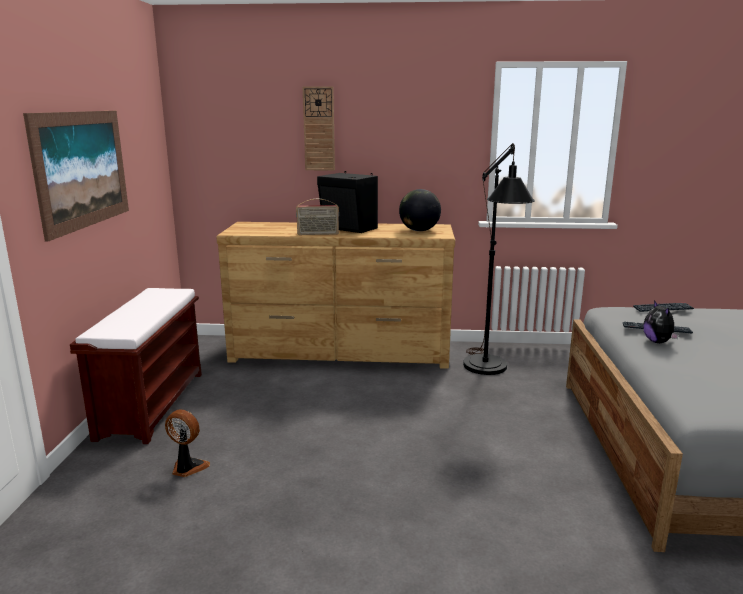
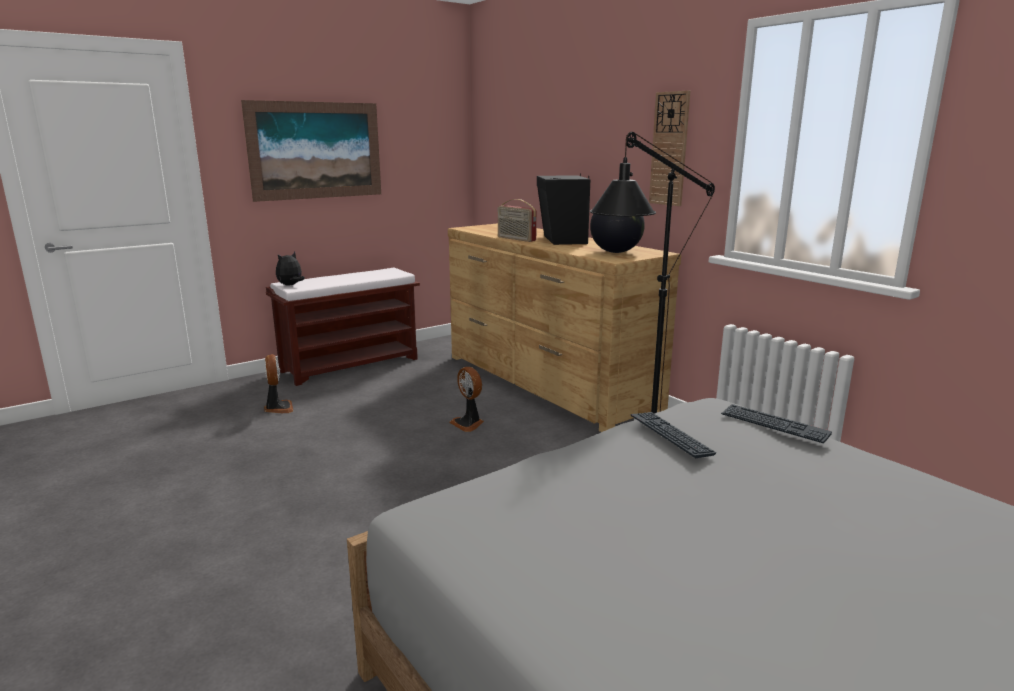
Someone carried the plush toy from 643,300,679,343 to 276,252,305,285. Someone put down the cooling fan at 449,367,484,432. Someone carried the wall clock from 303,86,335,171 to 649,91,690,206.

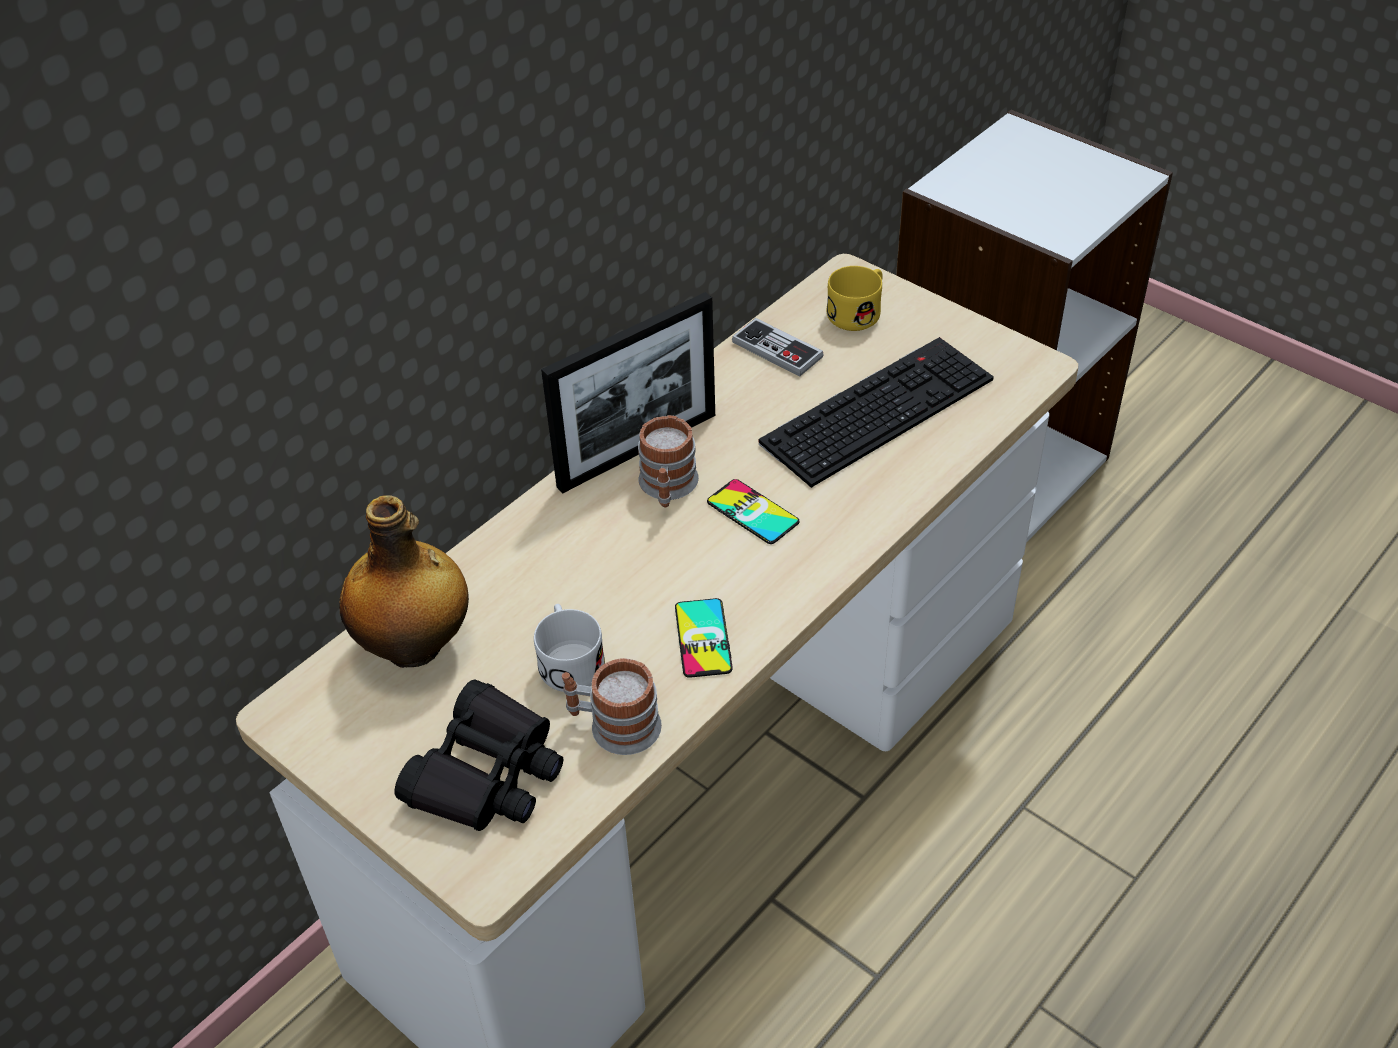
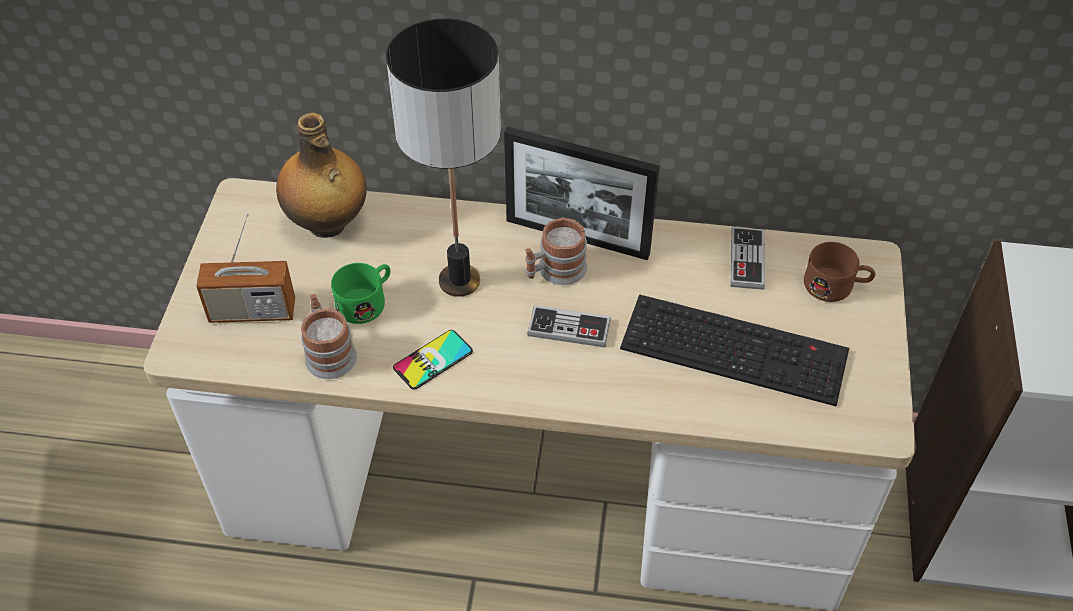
Someone swapped the field glasses in blackish at 395,679,563,831 for the radio receiver at 196,213,295,323. Someone repainted the tea mug in whitish at 534,604,605,692, which became the tea mug in green-coloured at 331,263,390,324. Someone put down the lamp for a table at 386,18,501,297. Someone swapped the telephone at 707,479,799,544 for the gamepad at 527,305,611,347. Someone repainted the tea mug in yellowish at 827,266,883,331, which became the tea mug in brownish at 804,242,876,302.

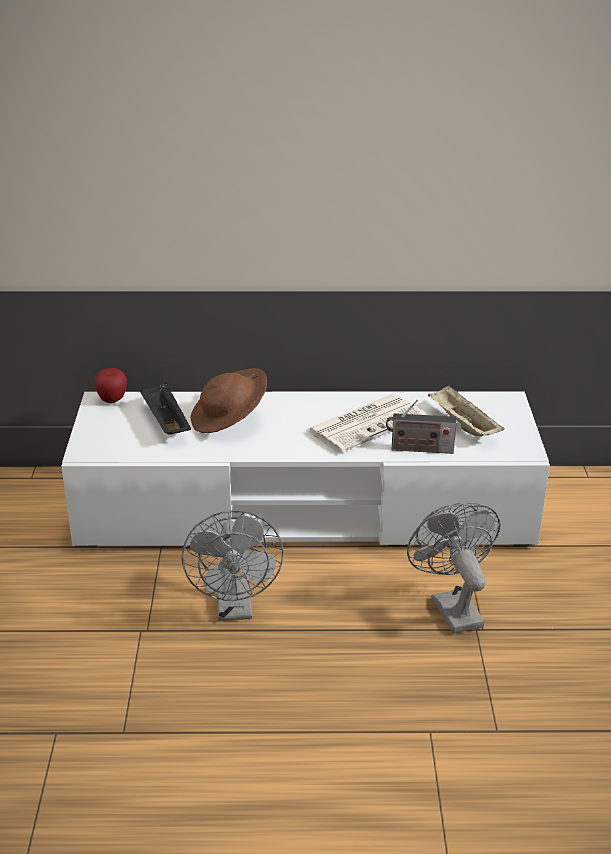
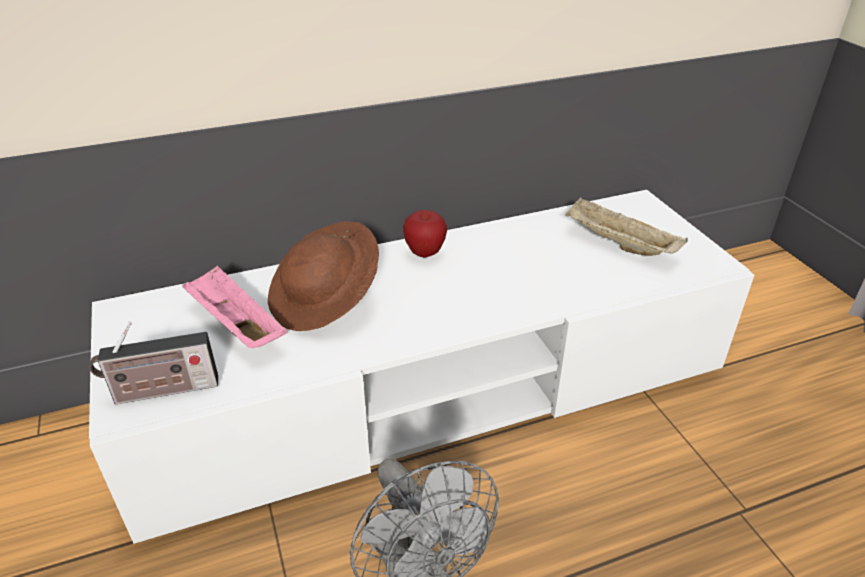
Someone carried the radio receiver from 386,400,456,454 to 90,321,218,404. Someone repainted the serving tray in blackish at 140,383,191,435, which became the serving tray in pink-coloured at 182,265,287,349. Someone carried the apple fruit from 94,368,127,403 to 403,210,447,257. Someone took away the daily paper at 307,395,426,453. Someone took away the cooling fan in grey at 407,503,501,633.

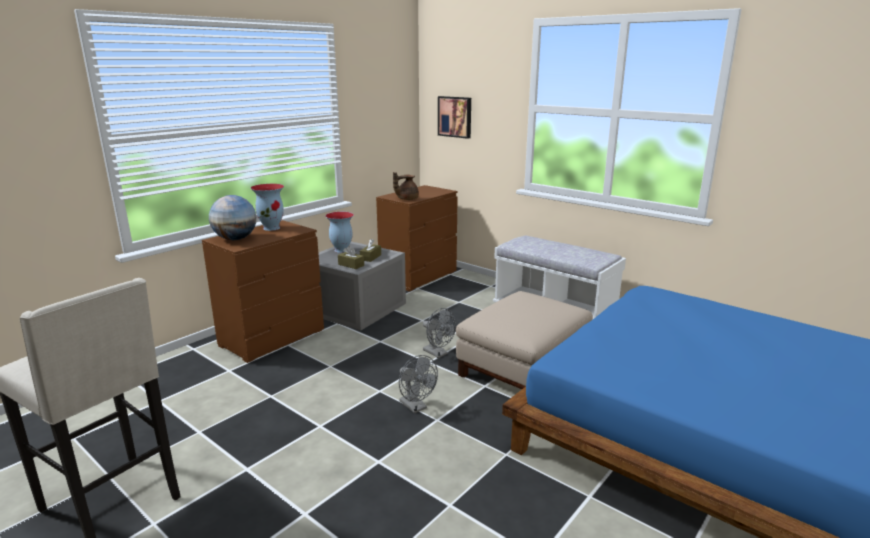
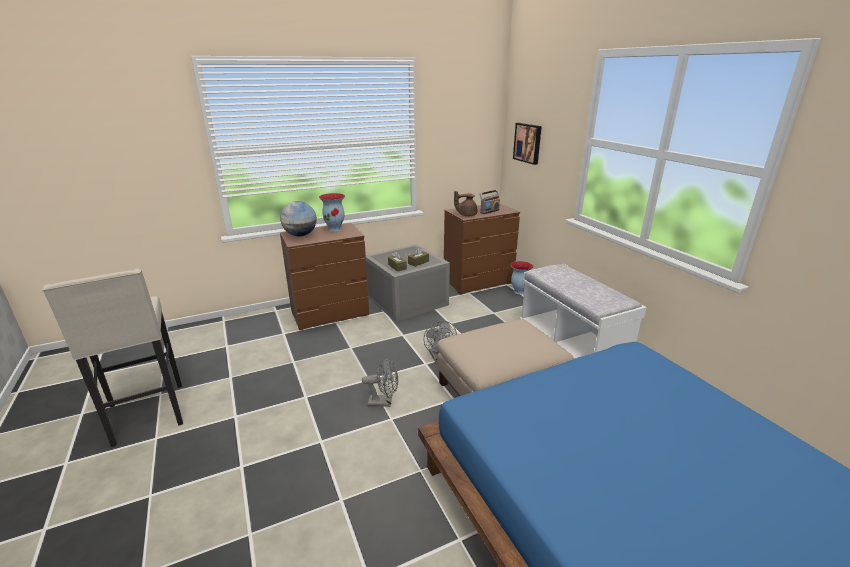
Someone rotated the cooling fan in grey at 399,355,438,413 by 75 degrees counterclockwise. Someone put down the radio receiver at 480,190,500,214. Someone carried the decorative vase from 325,212,354,253 to 511,261,533,294.

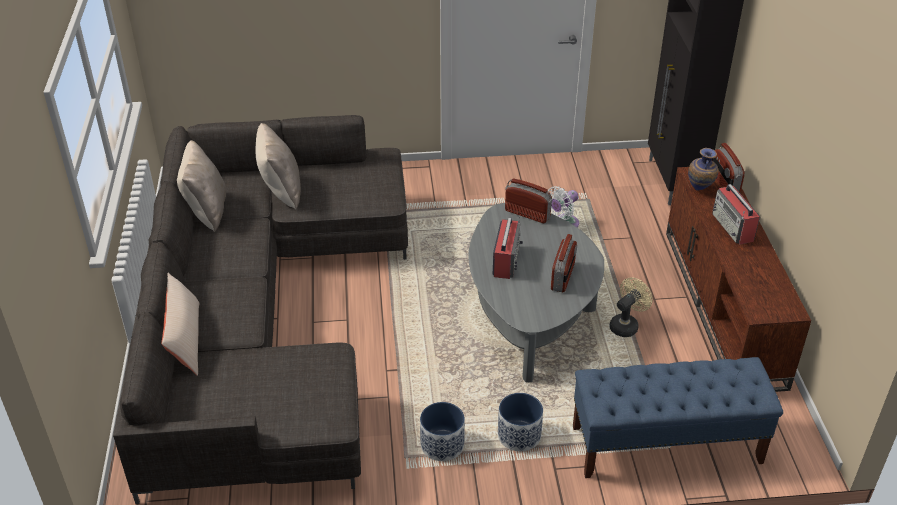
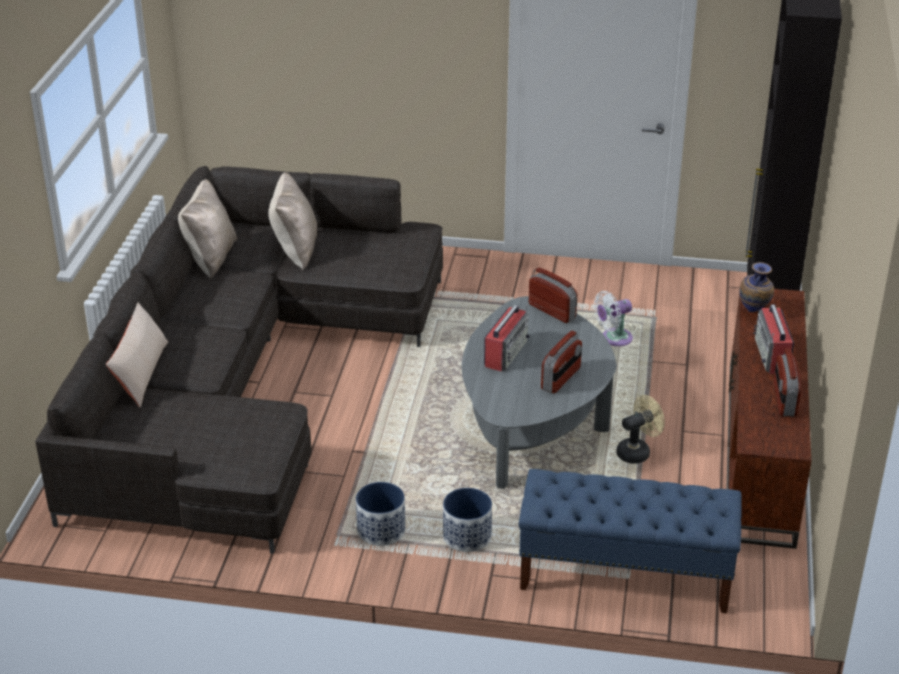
Someone carried the radio receiver from 713,143,745,193 to 774,348,801,417.

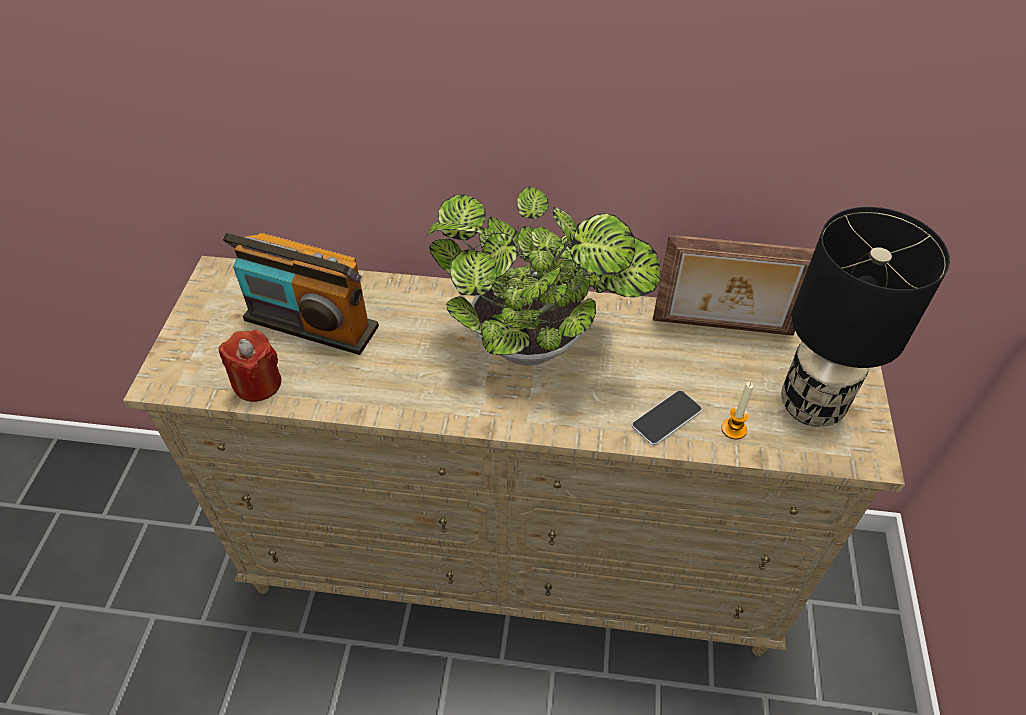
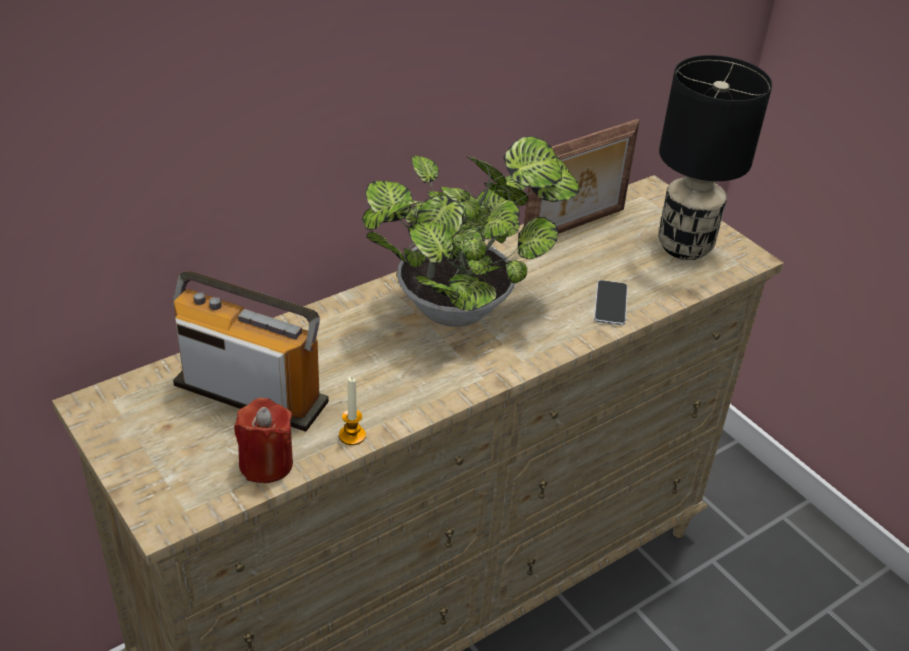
Someone rotated the radio receiver at 223,233,379,355 by 135 degrees counterclockwise. Someone carried the candle from 721,382,753,440 to 339,377,366,445.

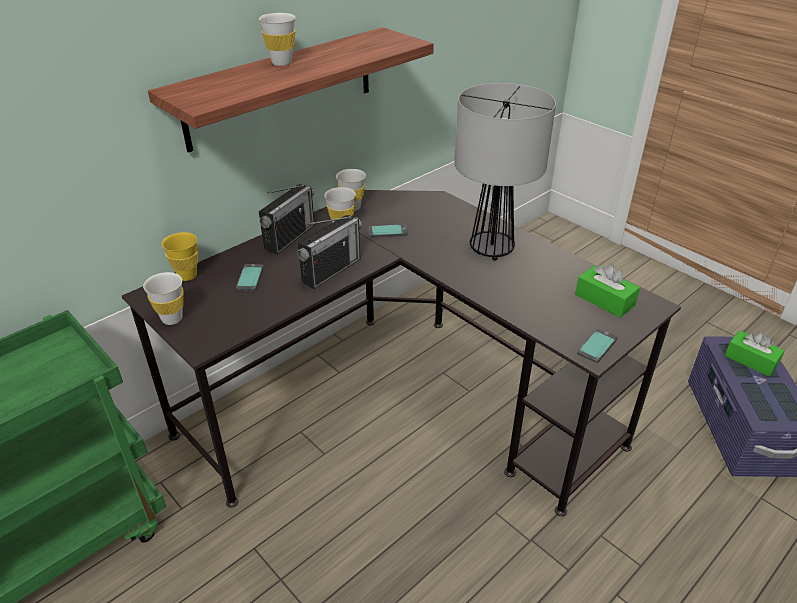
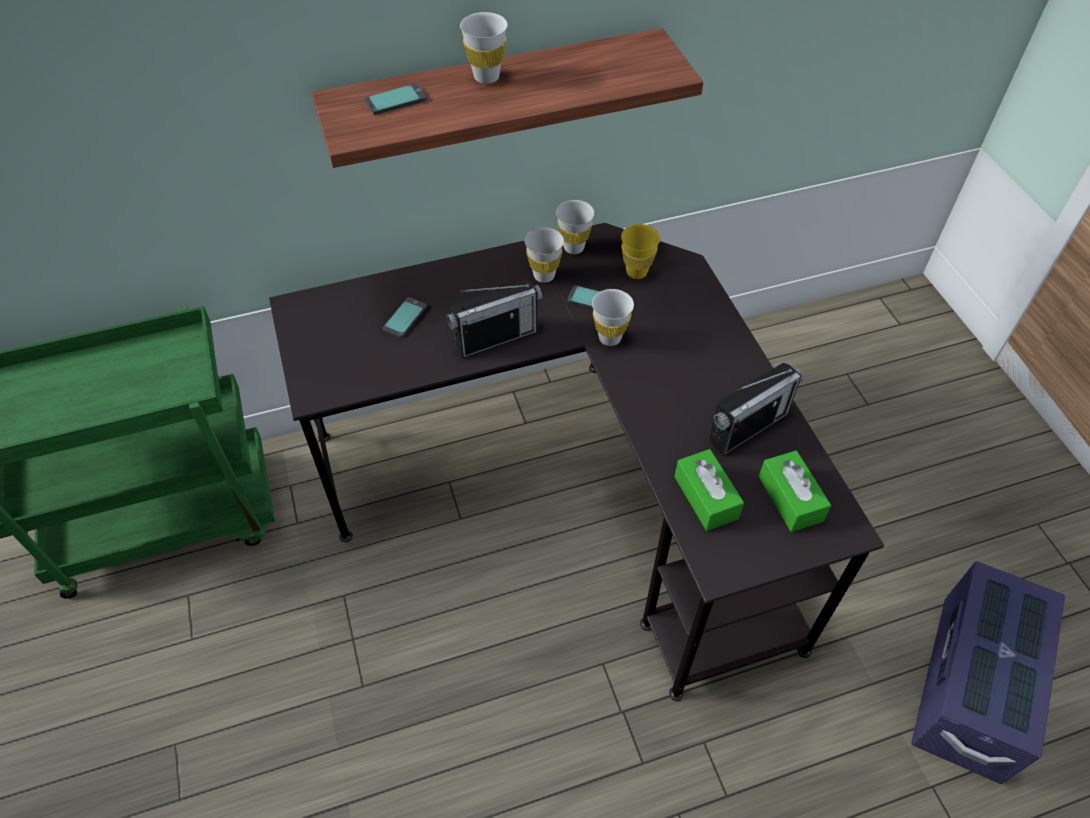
Someone carried the telephone from 577,328,618,363 to 365,83,427,115. Someone carried the drinking cup in whitish from 143,272,184,325 to 592,289,634,346. Someone carried the drinking cup in yellowish from 162,232,198,281 to 621,224,660,279. Someone carried the tissue holder in green-coloured from 725,331,785,377 to 674,449,744,531. Someone carried the radio receiver from 259,184,315,254 to 708,363,803,456. Someone took away the lamp for a table at 455,83,556,261.

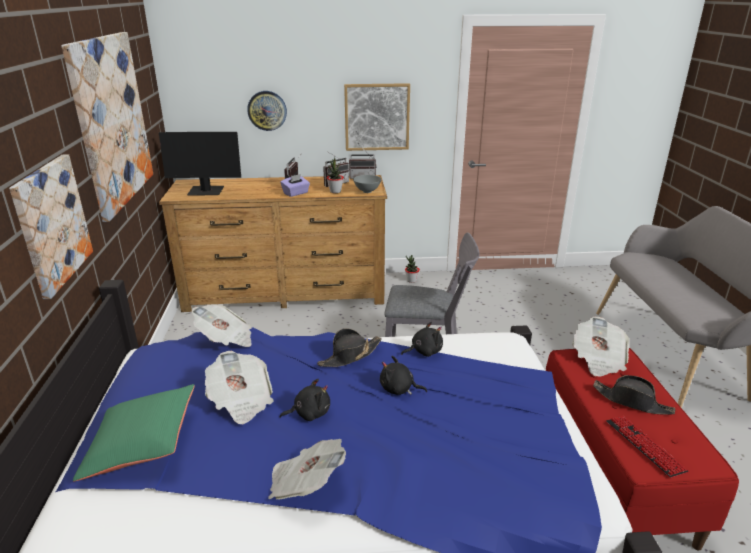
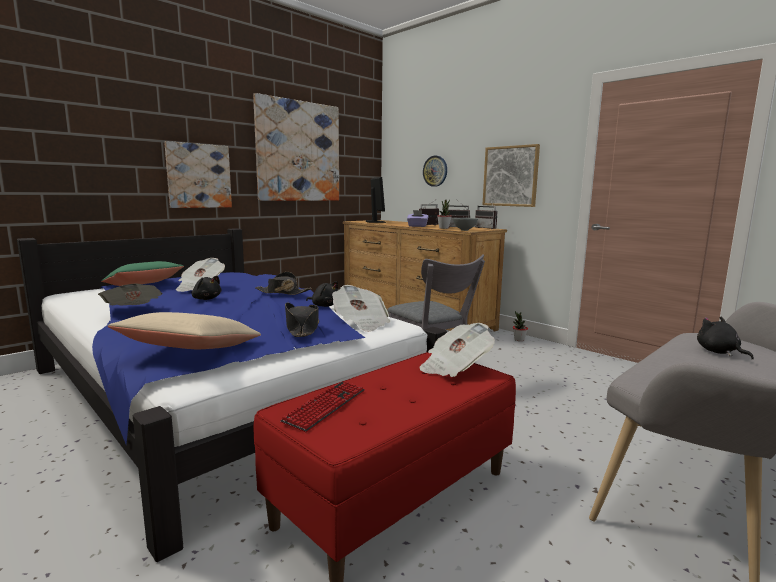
Someone put down the pillow in beige-coloured at 108,312,261,349. Someone carried the hat in blackish from 593,375,675,415 to 285,303,319,337. Someone carried the daily paper from 192,304,252,347 to 332,285,391,332. Someone rotated the computer display at 159,132,241,196 by 150 degrees counterclockwise. Someone carried the plush toy in blackish from 380,356,427,395 to 697,317,754,359.

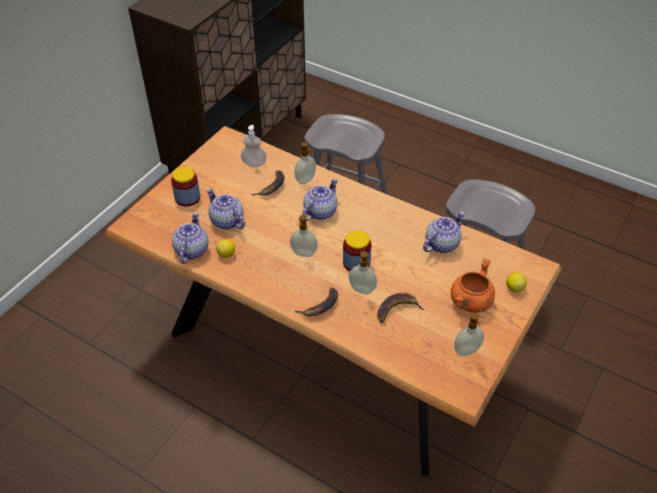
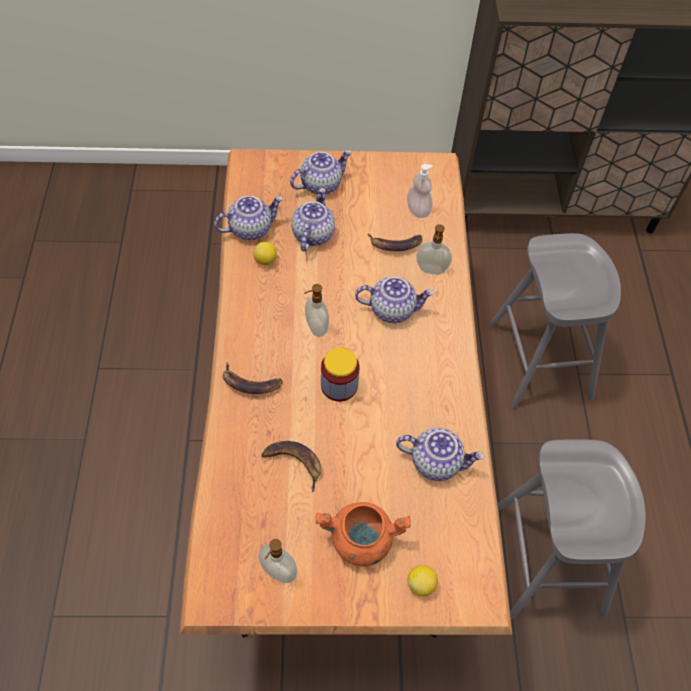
Someone swapped the preserve jar at 171,167,200,206 for the teapot at 290,150,352,195. Someone took away the soap bottle at 349,251,377,294.

